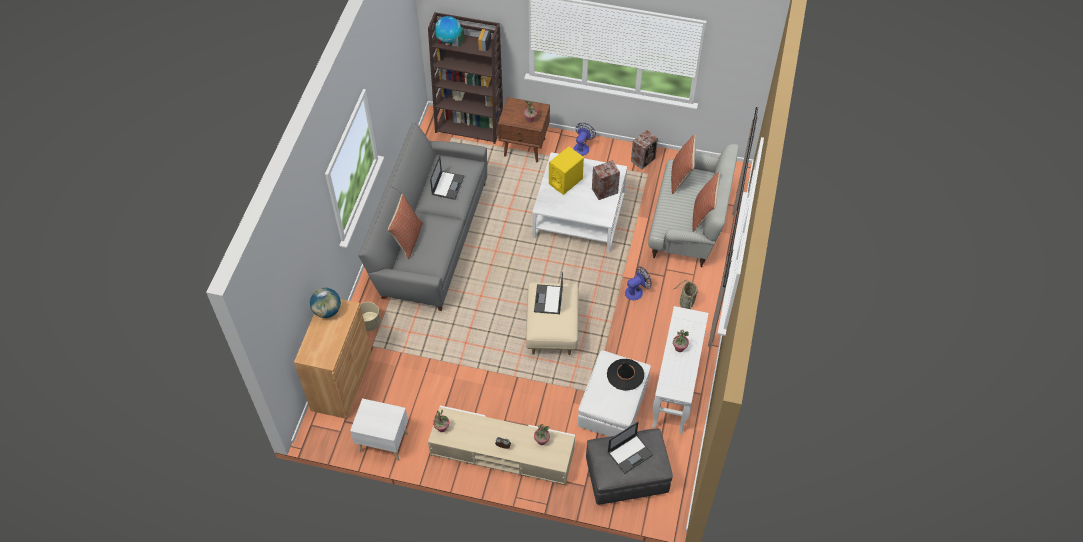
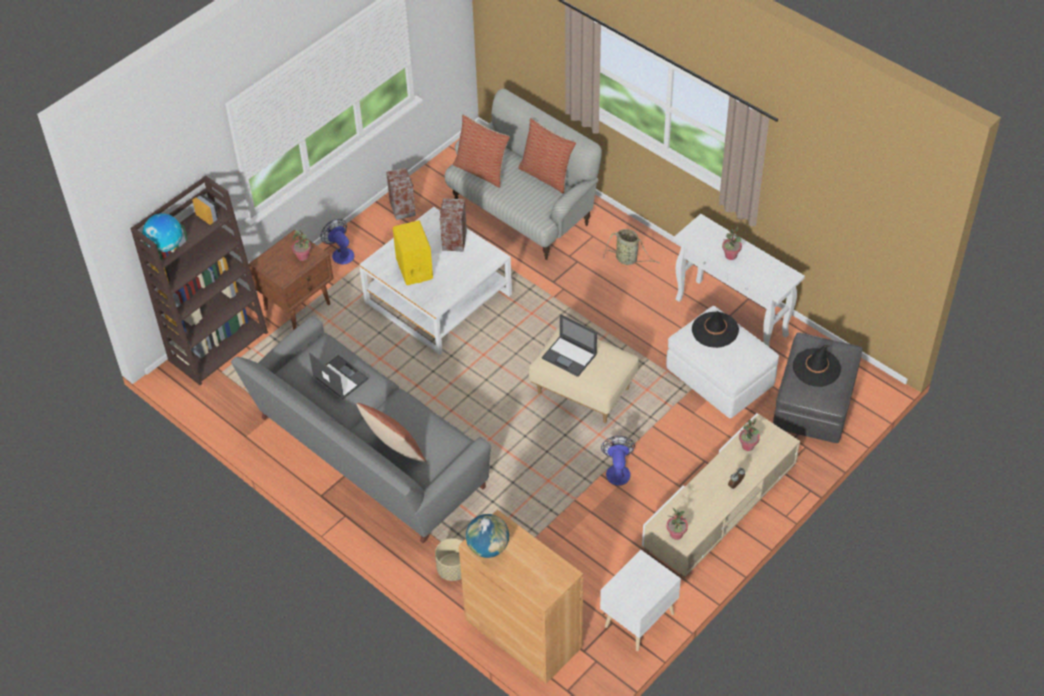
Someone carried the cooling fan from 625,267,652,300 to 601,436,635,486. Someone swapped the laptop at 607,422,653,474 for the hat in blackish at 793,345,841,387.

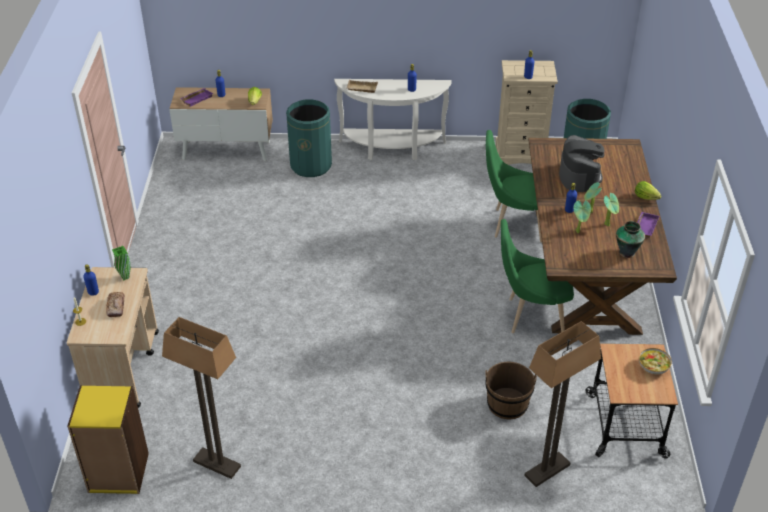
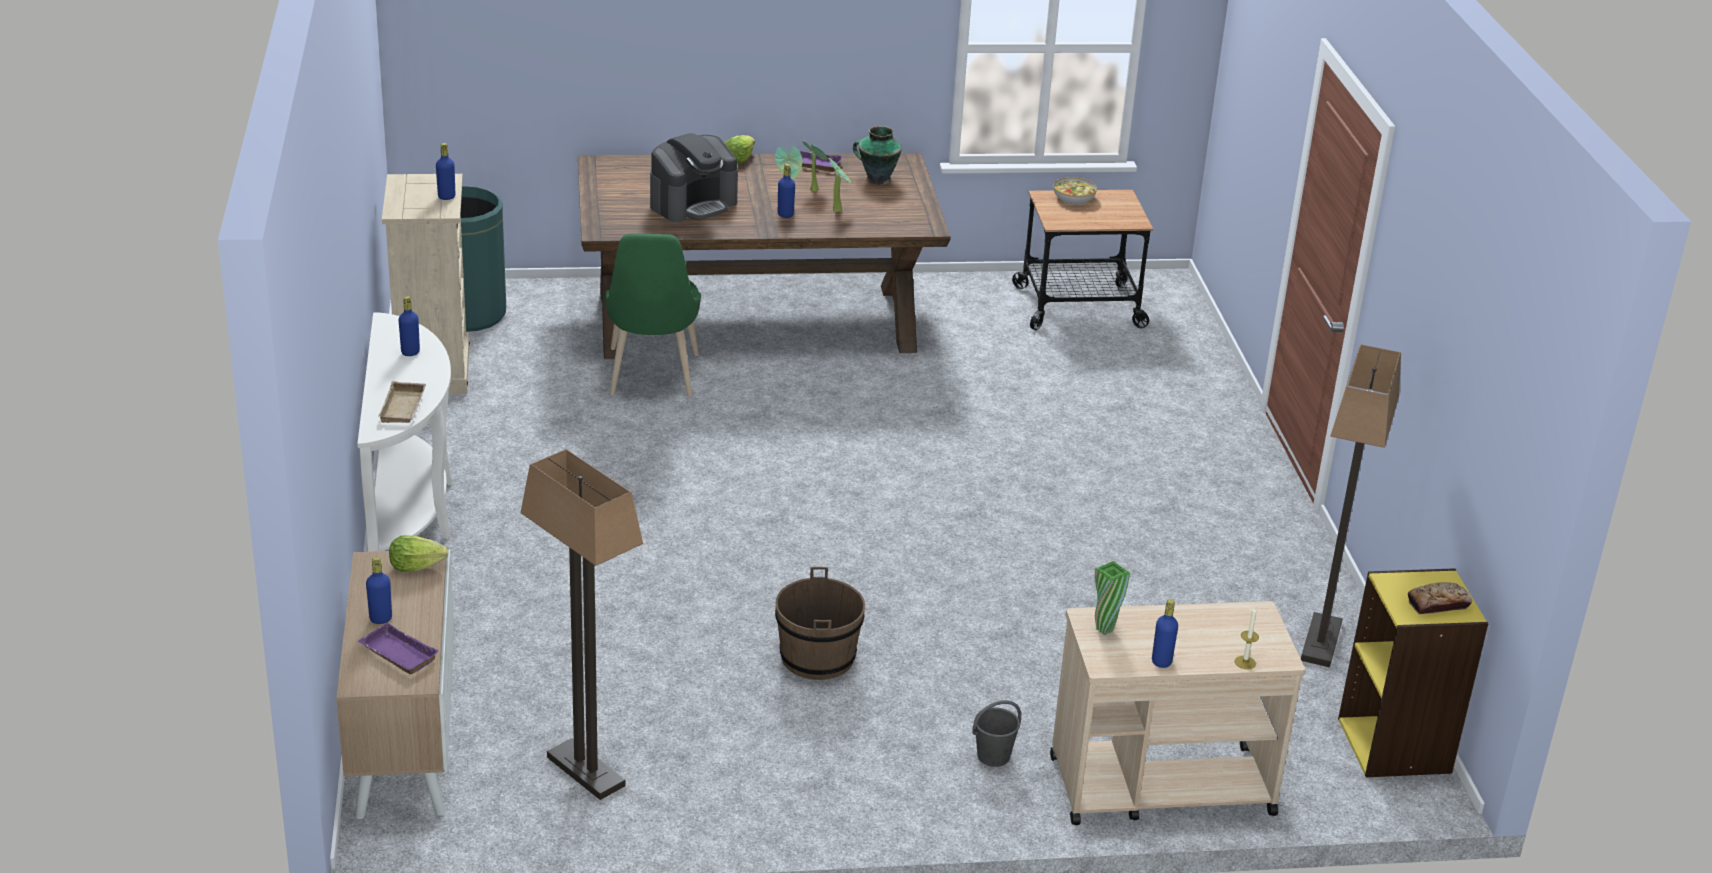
Someone carried the standing lamp from 524,321,601,487 to 520,449,643,800. Someone rotated the coffee brewer at 559,135,605,192 by 150 degrees clockwise. Someone carried the water bucket in brownish from 485,362,537,419 to 775,567,865,680. Someone put down the water bucket in grey at 972,700,1021,767. Someone carried the bread from 106,292,124,317 to 1408,582,1472,614. Someone took away the waste bin in green-coloured at 286,99,332,177. Someone took away the upright chair in green-coloured at 501,219,574,333.

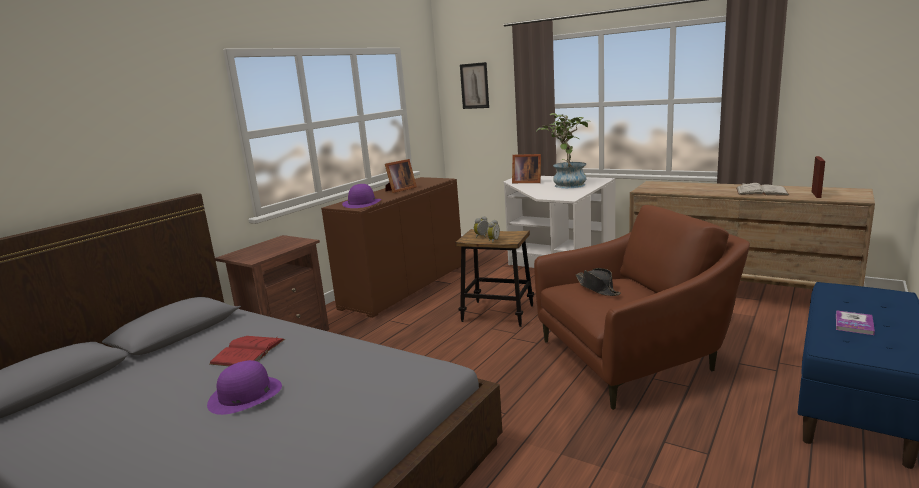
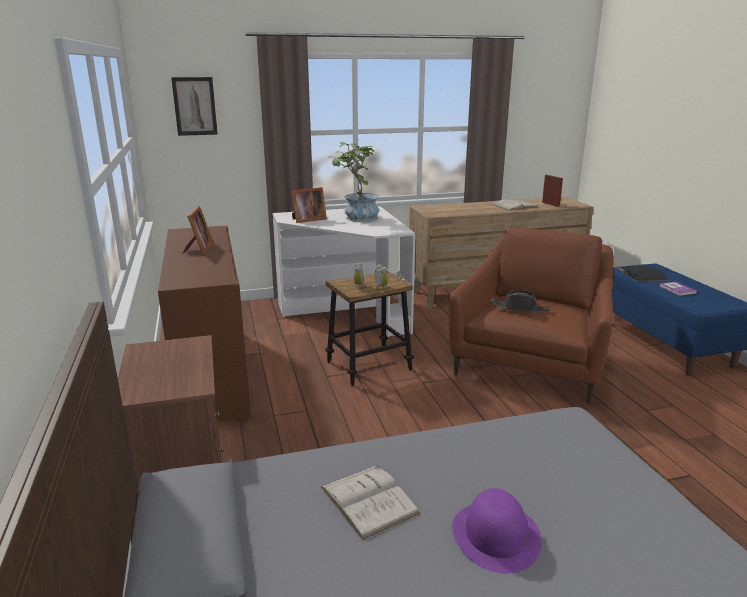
Someone repainted the volume in reddish at 209,336,285,366, which became the volume in whitish at 321,465,421,540. Someone put down the volume in blackish at 617,266,668,281. Someone took away the hat in purple-coloured at 342,184,381,208.

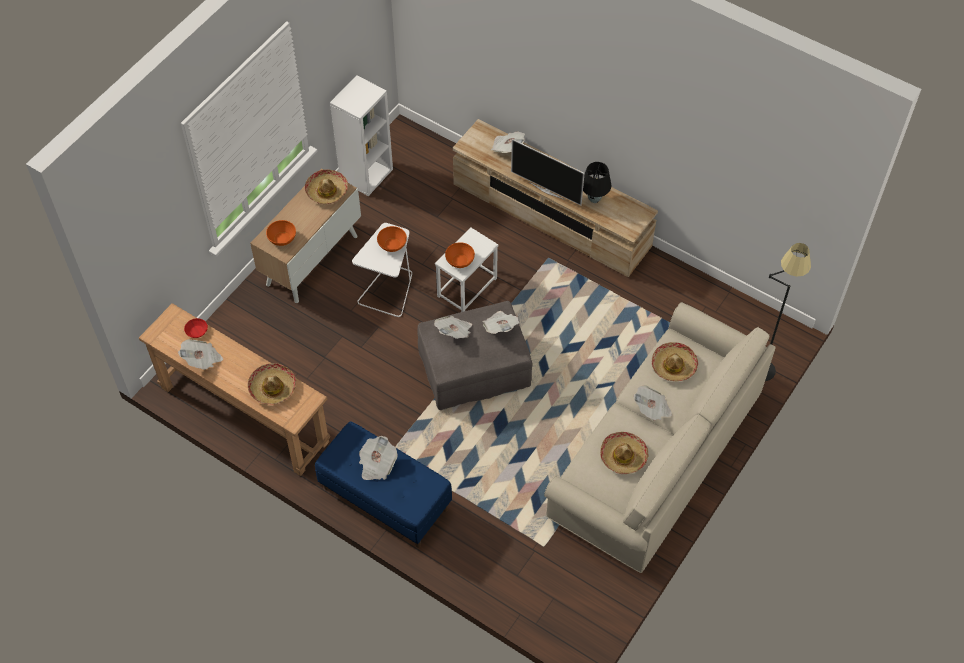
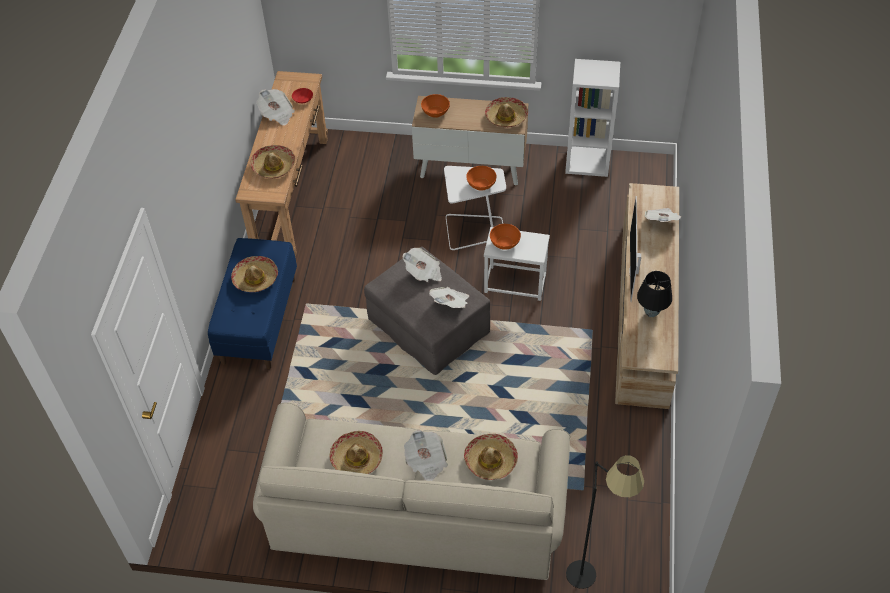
Someone swapped the daily paper at 359,436,398,480 for the hat at 231,256,278,292.

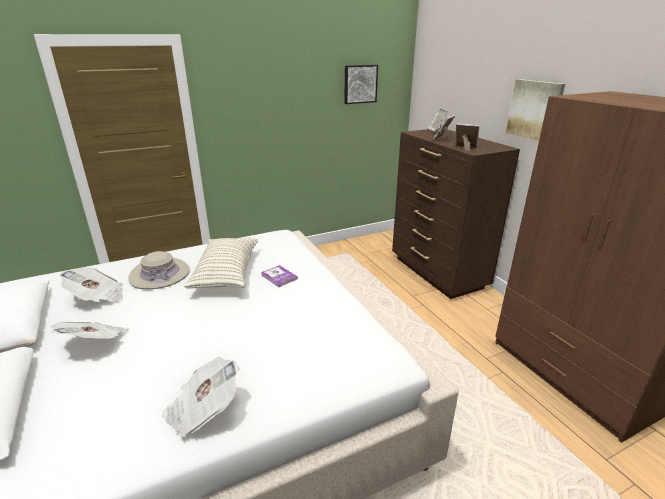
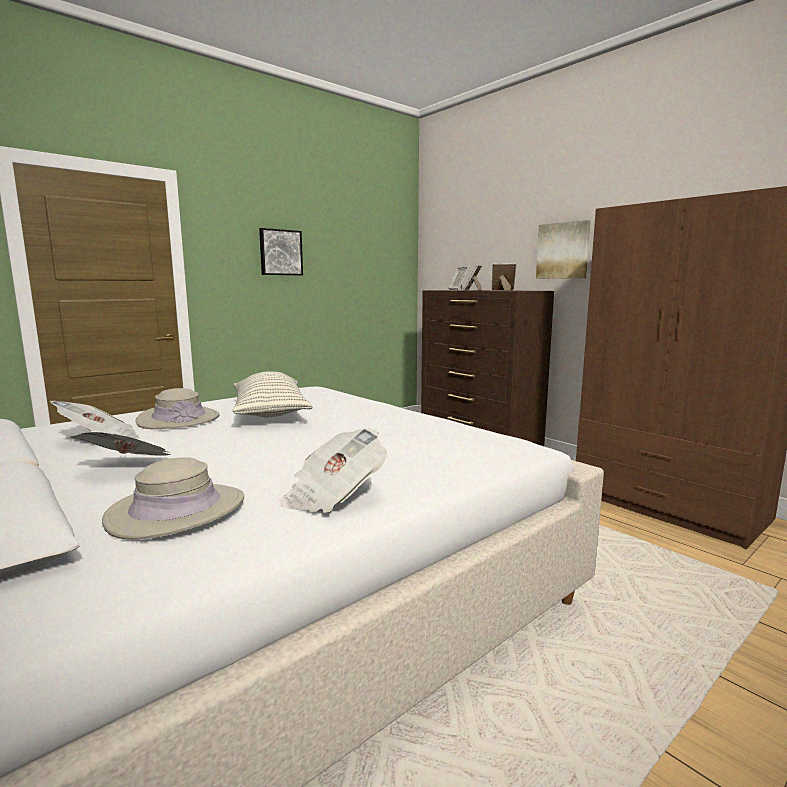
Someone put down the hat in beige-coloured at 102,457,244,540. Someone carried the wall art from 344,65,378,104 to 259,228,303,275. Someone took away the volume at 261,265,298,287.

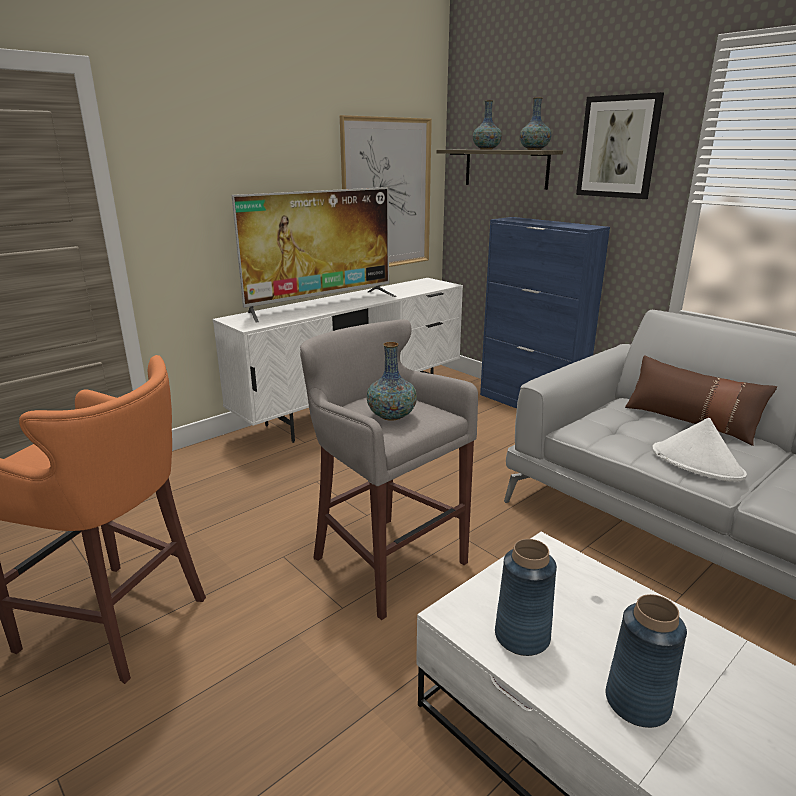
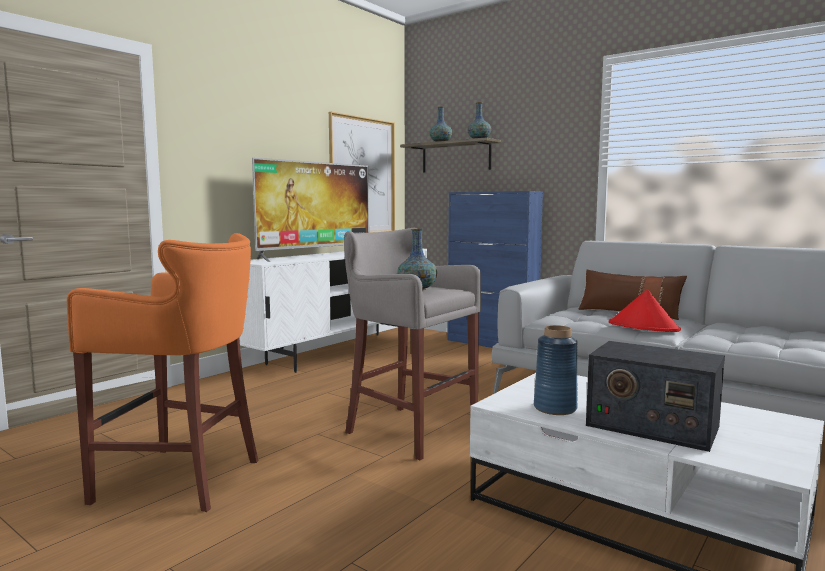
Someone swapped the decorative vase in blue-coloured at 606,594,687,728 for the radio receiver at 586,341,725,452. Someone repainted the hat in whitish at 652,418,747,481, which became the hat in reddish at 609,289,681,332. Someone took away the wall art at 576,92,664,199.

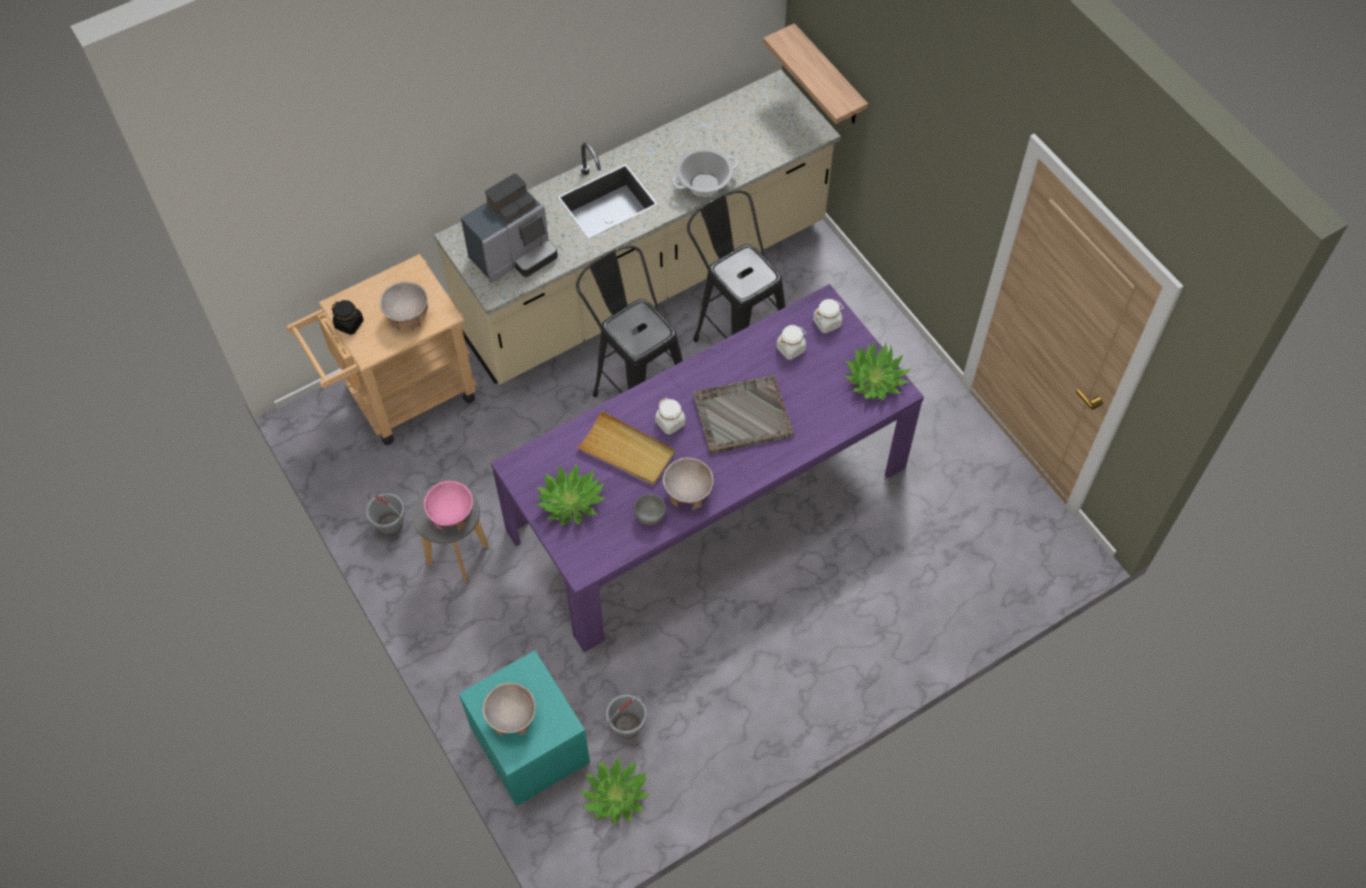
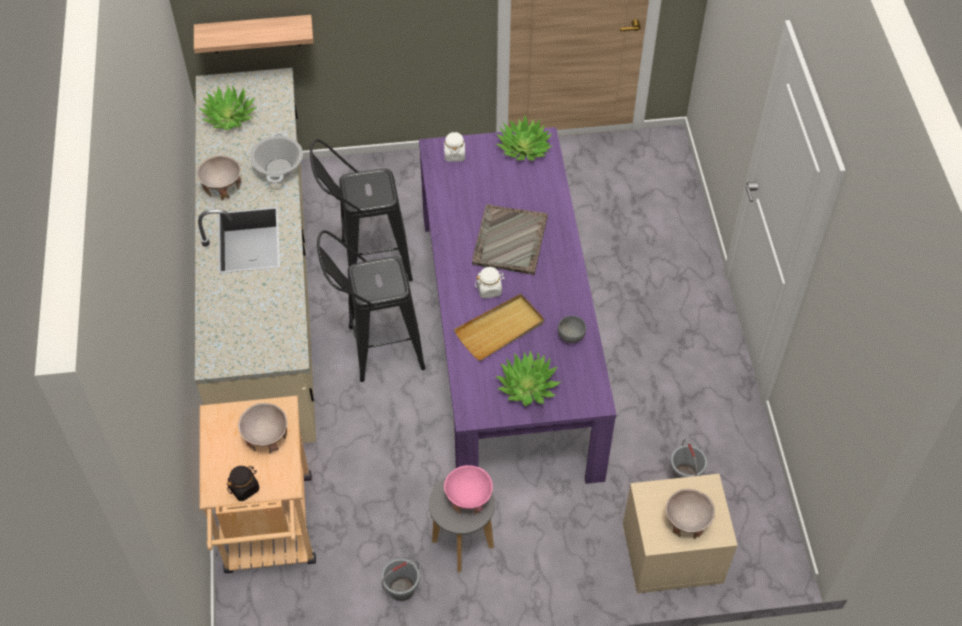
Someone carried the bowl in beige-coloured from 663,458,714,510 to 197,155,241,200. Someone carried the plant in a pot from 579,757,650,826 to 198,84,257,130. Someone repainted the bedside table in turquoise-coloured at 459,650,590,806, which became the bedside table in beige-coloured at 623,474,738,593. Someone took away the coffee brewer at 461,173,558,283. Someone took away the preserve jar in whitish at 776,325,807,360.

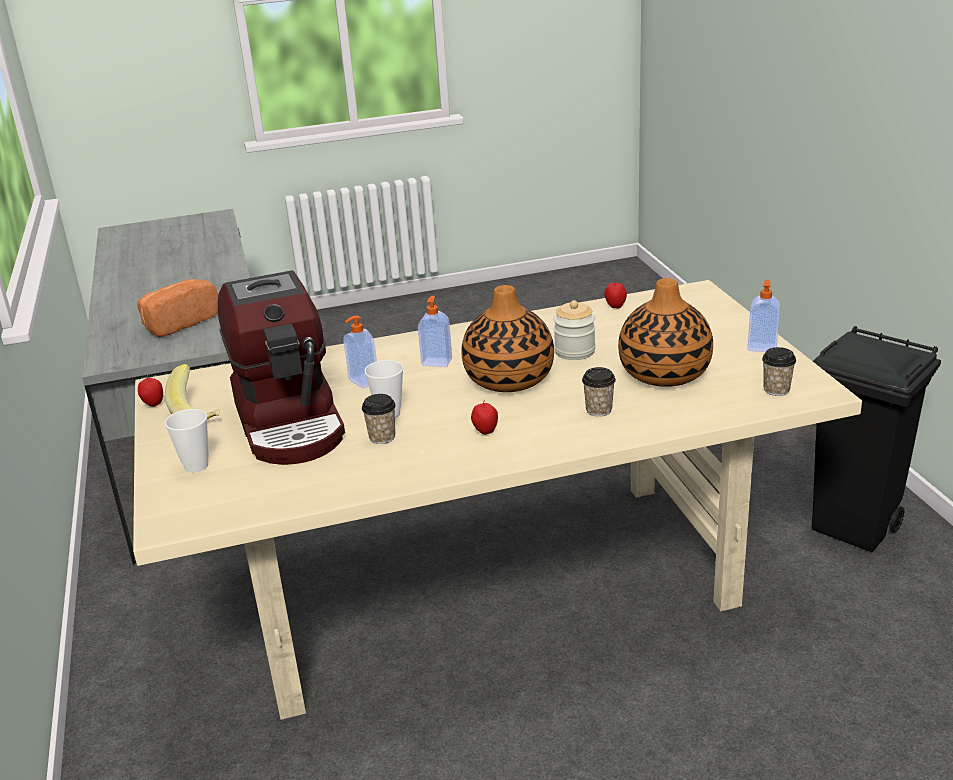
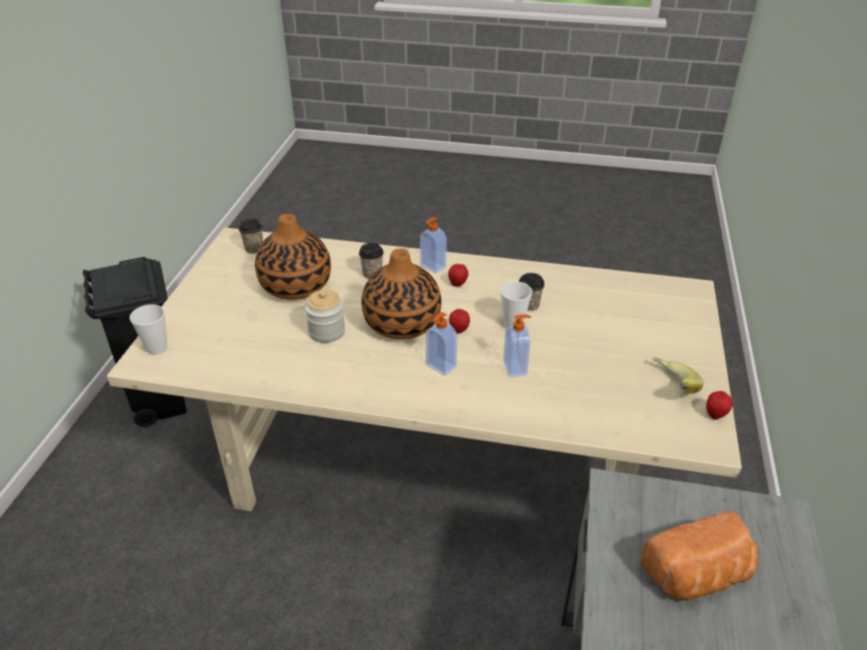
Someone carried the drinking cup from 165,409,209,473 to 130,304,167,355. Someone carried the soap bottle from 748,280,780,352 to 420,217,447,274. Someone carried the apple fruit from 604,280,627,309 to 449,308,470,334. Someone took away the coffee brewer at 218,270,345,465.

